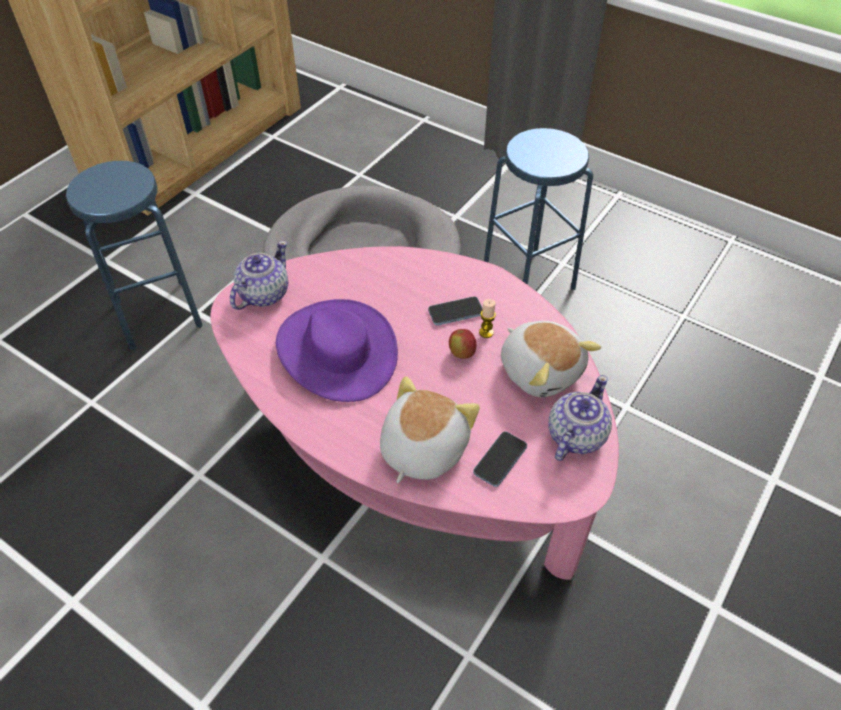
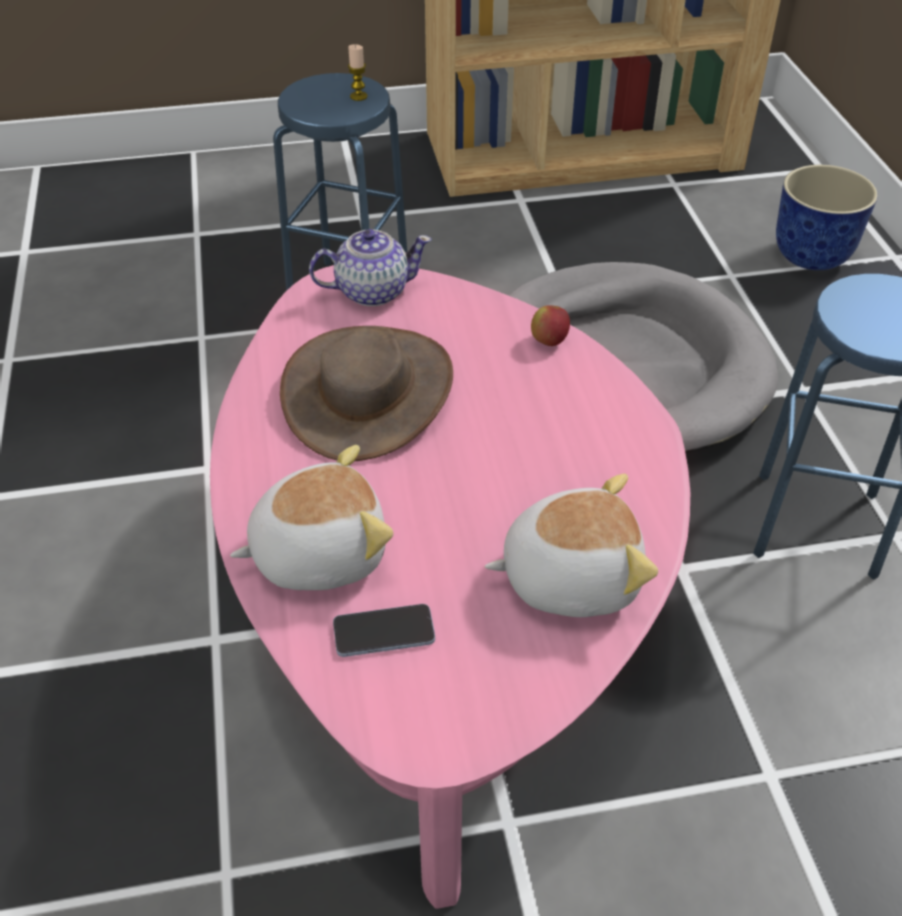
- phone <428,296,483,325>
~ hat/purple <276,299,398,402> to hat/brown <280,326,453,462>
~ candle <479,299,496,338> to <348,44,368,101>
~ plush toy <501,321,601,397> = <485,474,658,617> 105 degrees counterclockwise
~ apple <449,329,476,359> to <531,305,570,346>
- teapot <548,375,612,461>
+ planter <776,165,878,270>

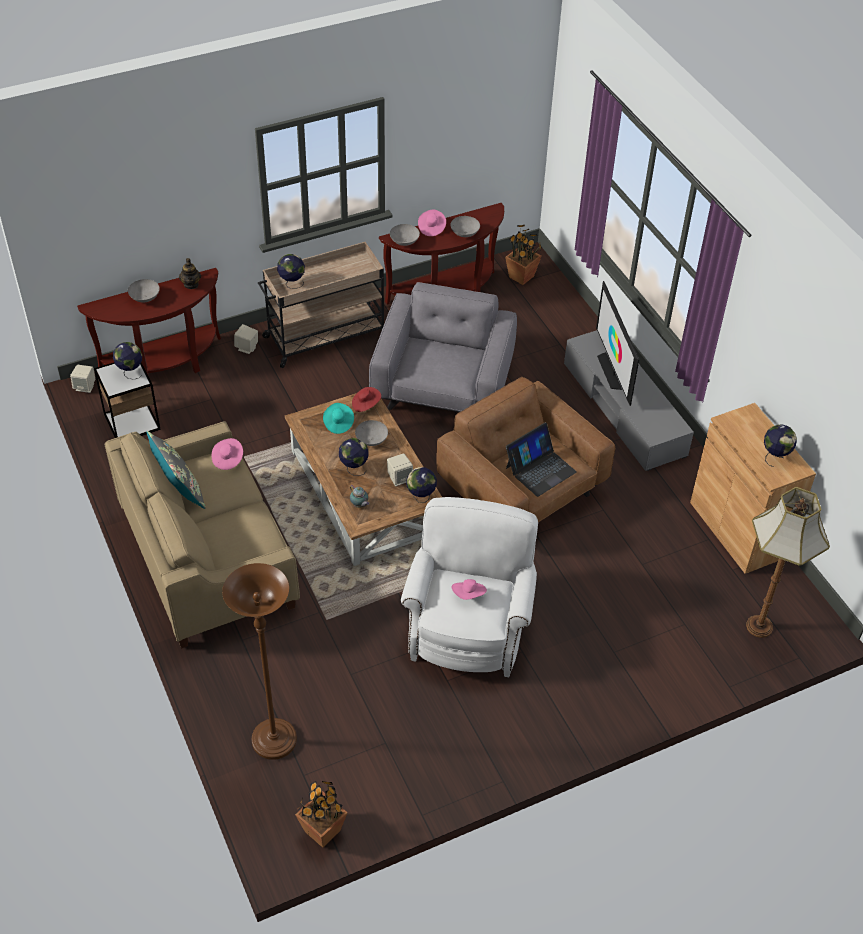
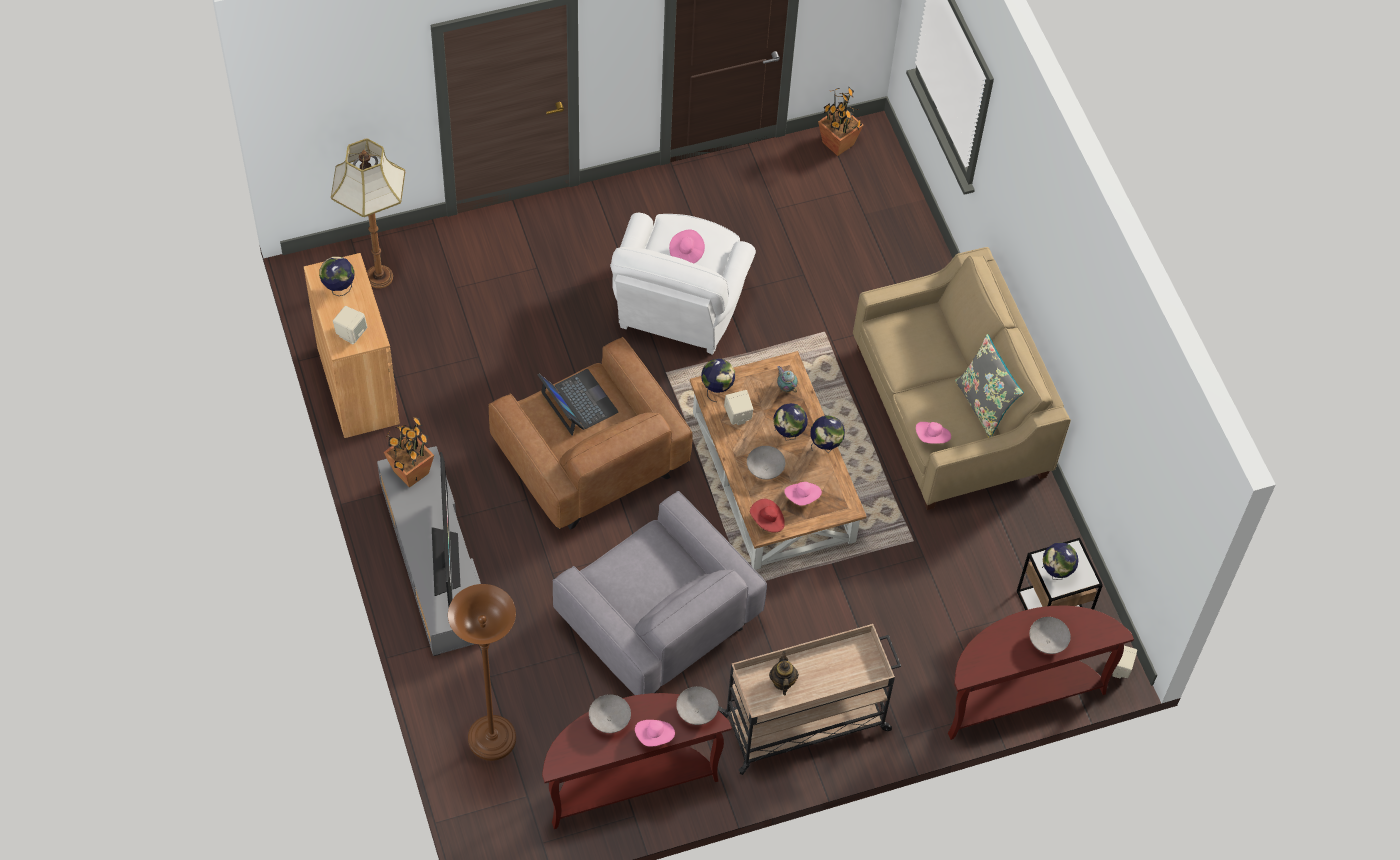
~ potted plant <505,225,542,285> to <384,417,434,488>
~ globe <277,254,305,289> to <811,416,845,453>
~ teapot <179,258,201,289> to <769,651,799,696>
~ armchair/grey <369,282,517,412> = <553,491,767,695> 60 degrees counterclockwise
~ speaker/beige <234,324,258,354> to <333,306,367,344>
~ hat/turquoise <323,403,354,434> to hat/pink <784,482,822,506>
~ laptop <506,423,577,497> = <538,369,618,436> 90 degrees clockwise
~ floor lamp/brown <222,563,297,760> to <448,584,516,761>

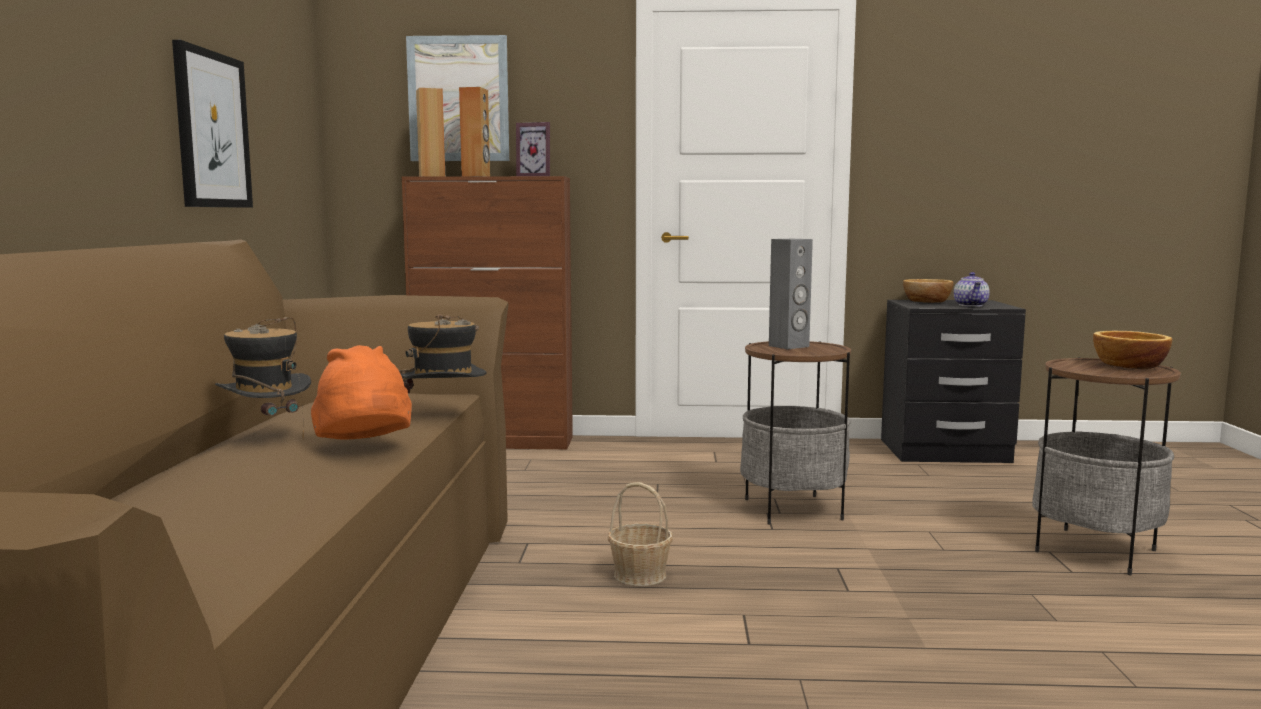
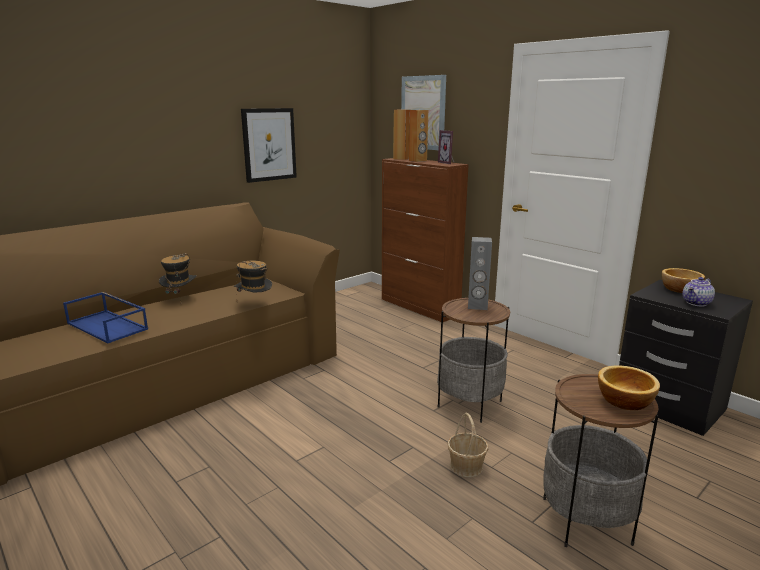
- hat/orange <311,345,412,439>
~ basket <608,482,673,586> to <447,413,489,477>
+ tray/blue <63,292,148,343>

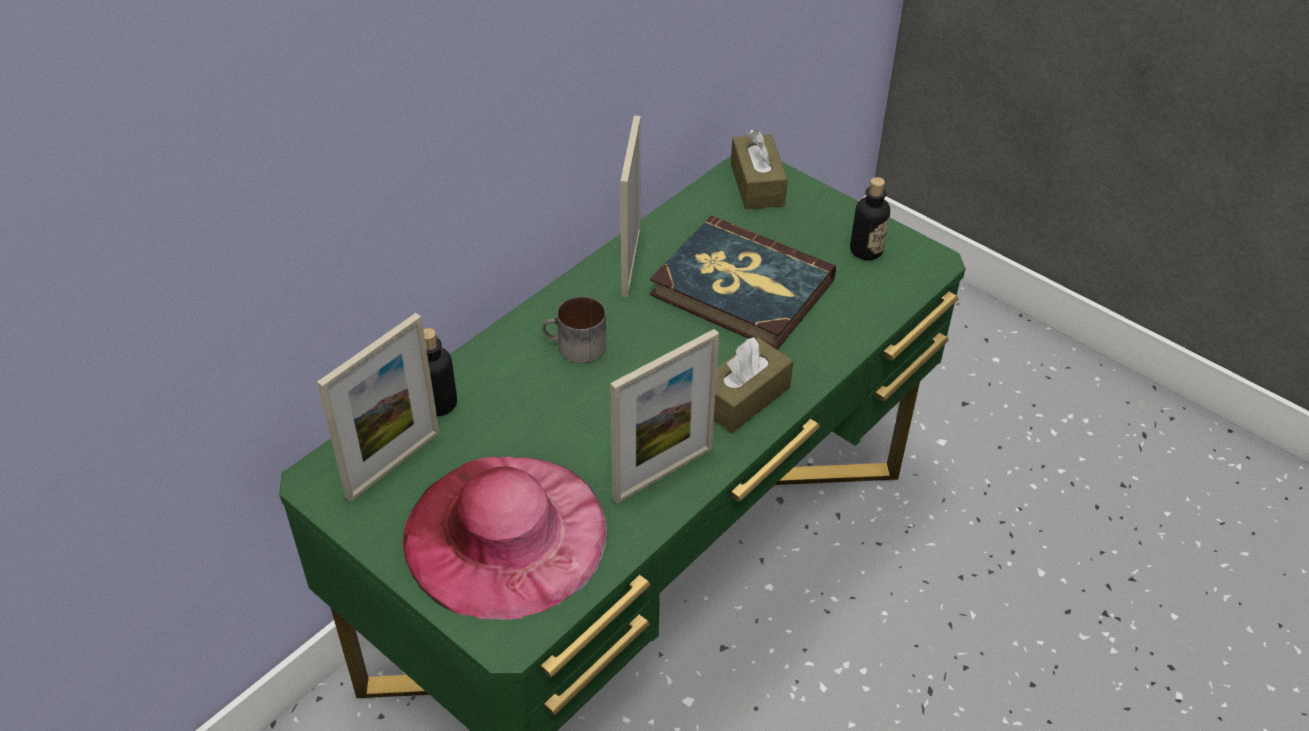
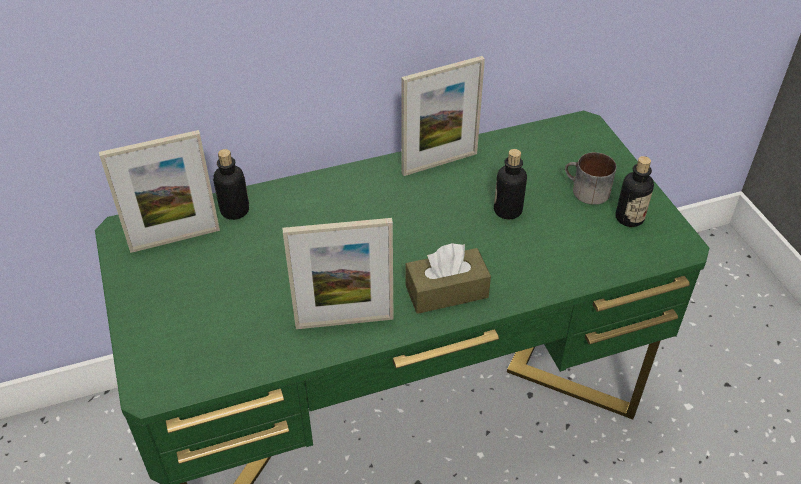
~ picture frame <620,116,641,297> = <401,56,485,176> 150 degrees counterclockwise
- tissue box/brown <731,130,788,209>
~ book <650,216,836,350> to bottle <494,149,527,219>
~ mug <541,296,606,363> to <565,152,616,205>
- hat/pink <403,457,607,620>

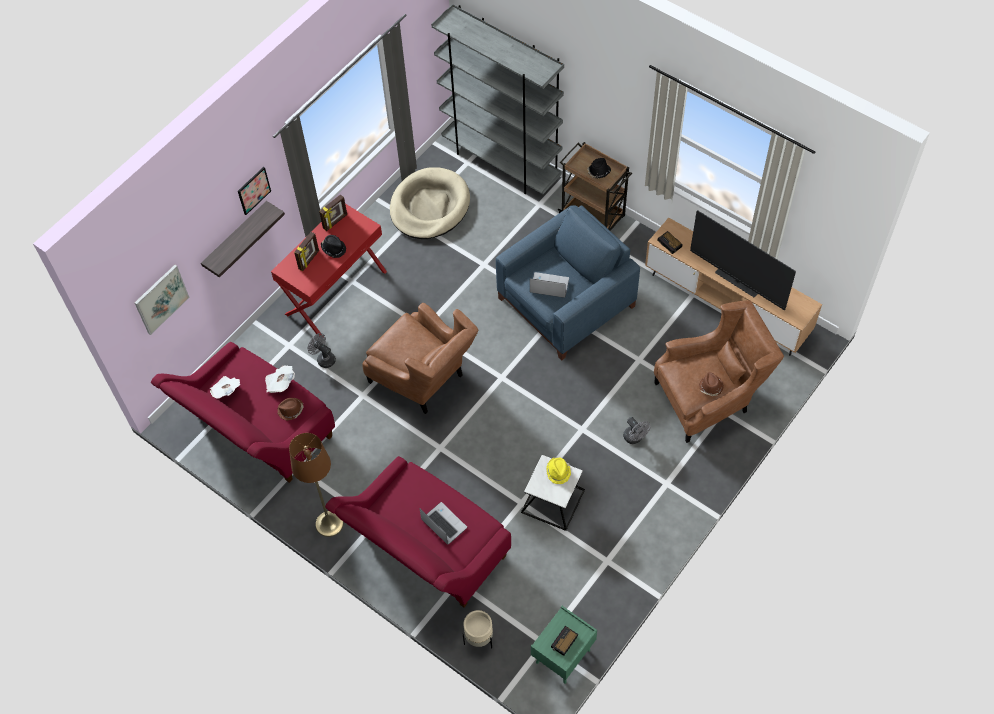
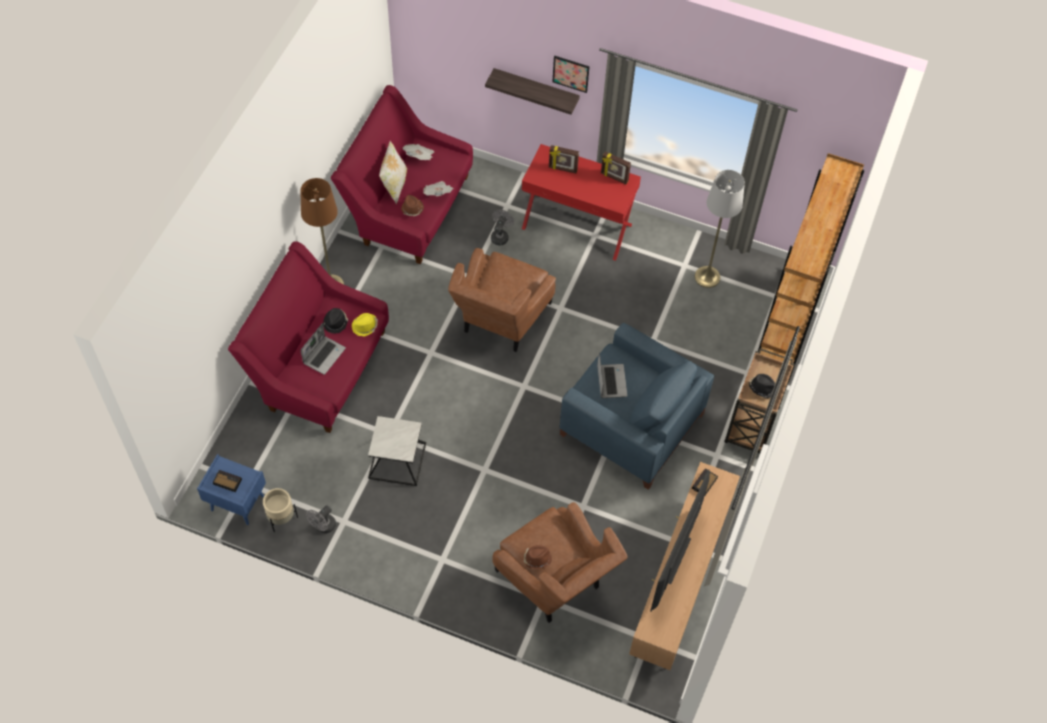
~ bookcase/grey <431,4,564,194> to bookcase/brown <758,153,864,381>
~ dog bed/beige <390,167,470,239> to floor lamp/grey <695,170,745,288>
~ hat/black <321,235,346,258> to <323,308,348,334>
- picture <134,265,190,335>
~ fan/grey <623,417,651,444> to <306,505,336,534>
~ hat/yellow <546,457,571,484> to <352,313,378,336>
~ nightstand/green <531,606,597,684> to nightstand/blue <197,454,266,525>
~ planter/beige <463,610,493,649> to <263,488,298,532>
+ pillow <379,141,407,205>

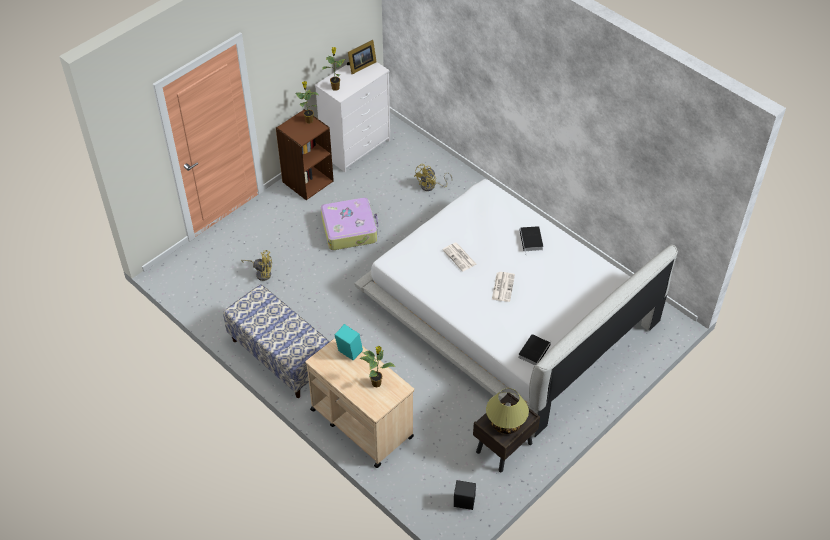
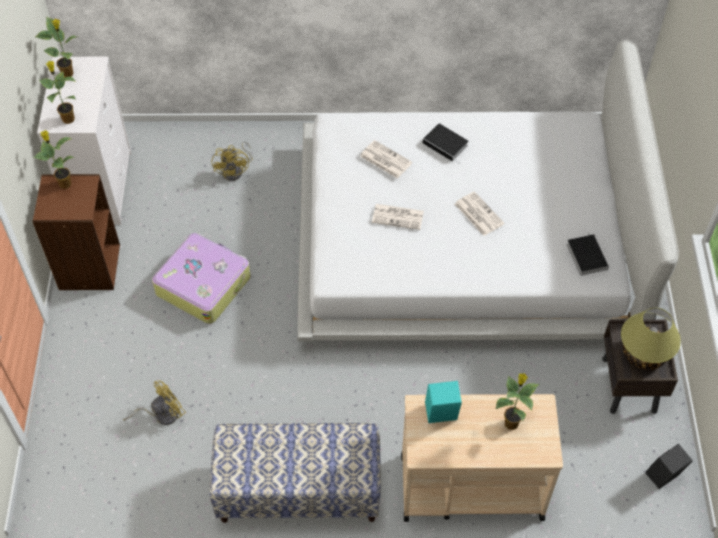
~ picture frame <347,40,377,74> to potted plant <36,17,77,77>
+ newspaper <360,140,412,179>

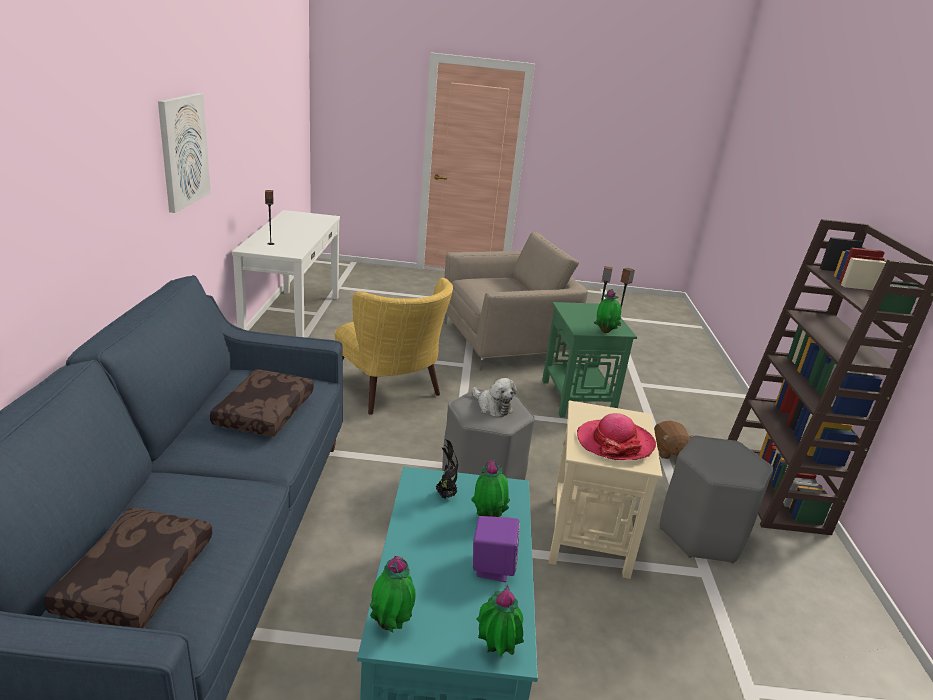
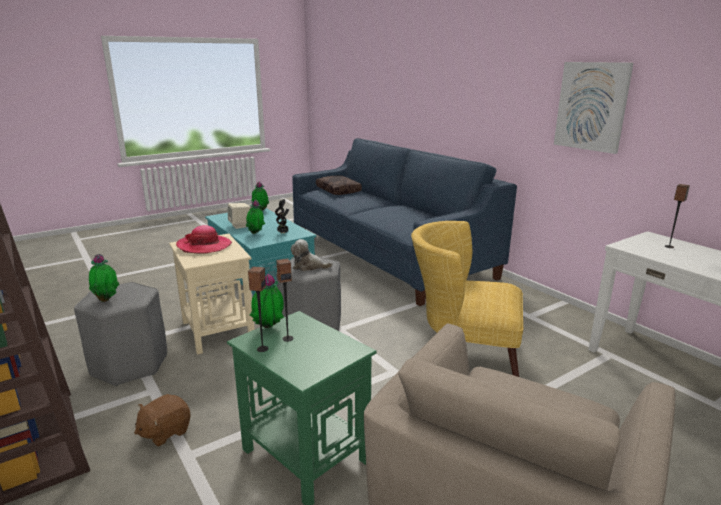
- pillow/brown <210,369,314,436>
~ plush toy/brown <654,421,693,459> = <134,394,191,446> 90 degrees counterclockwise
~ speaker/purple <473,516,520,582> to speaker/beige <228,203,251,229>
~ potted plant <477,584,524,657> to <89,254,119,302>

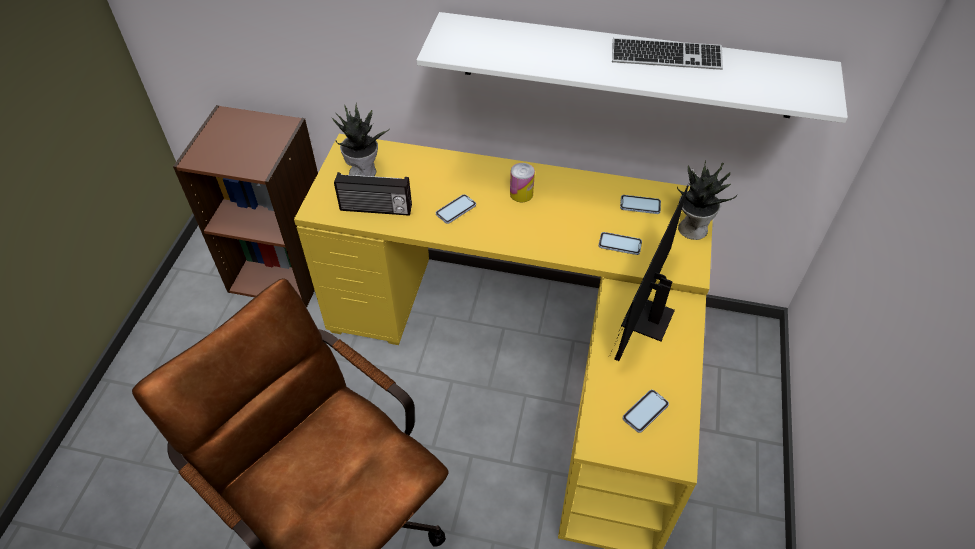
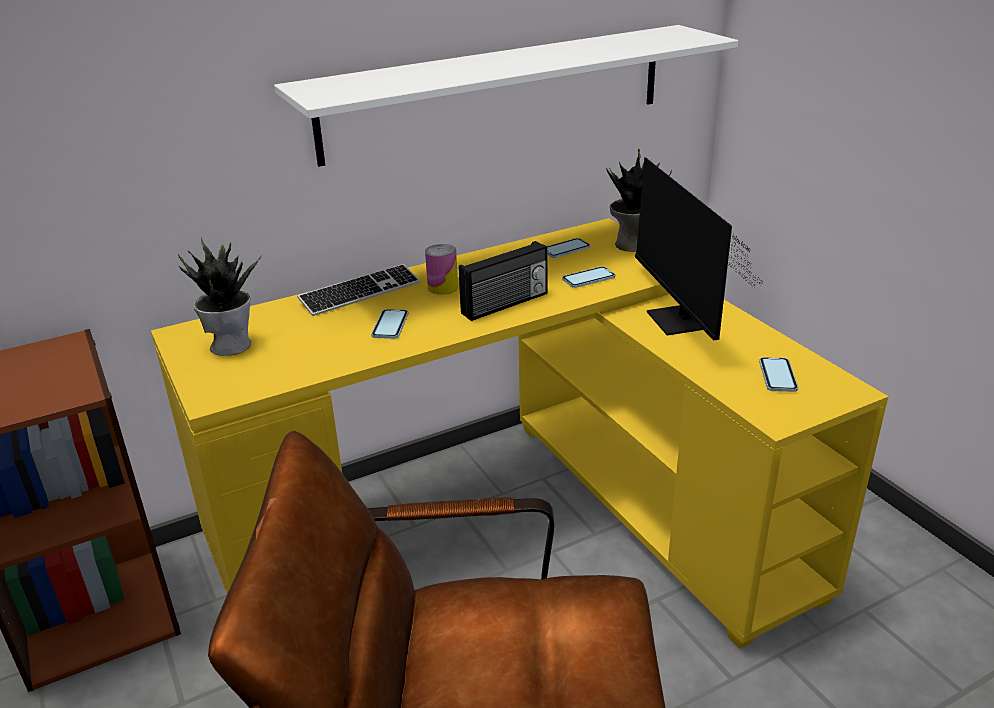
~ keyboard <612,38,723,70> to <297,264,420,316>
~ radio <334,172,412,216> to <459,241,548,321>

